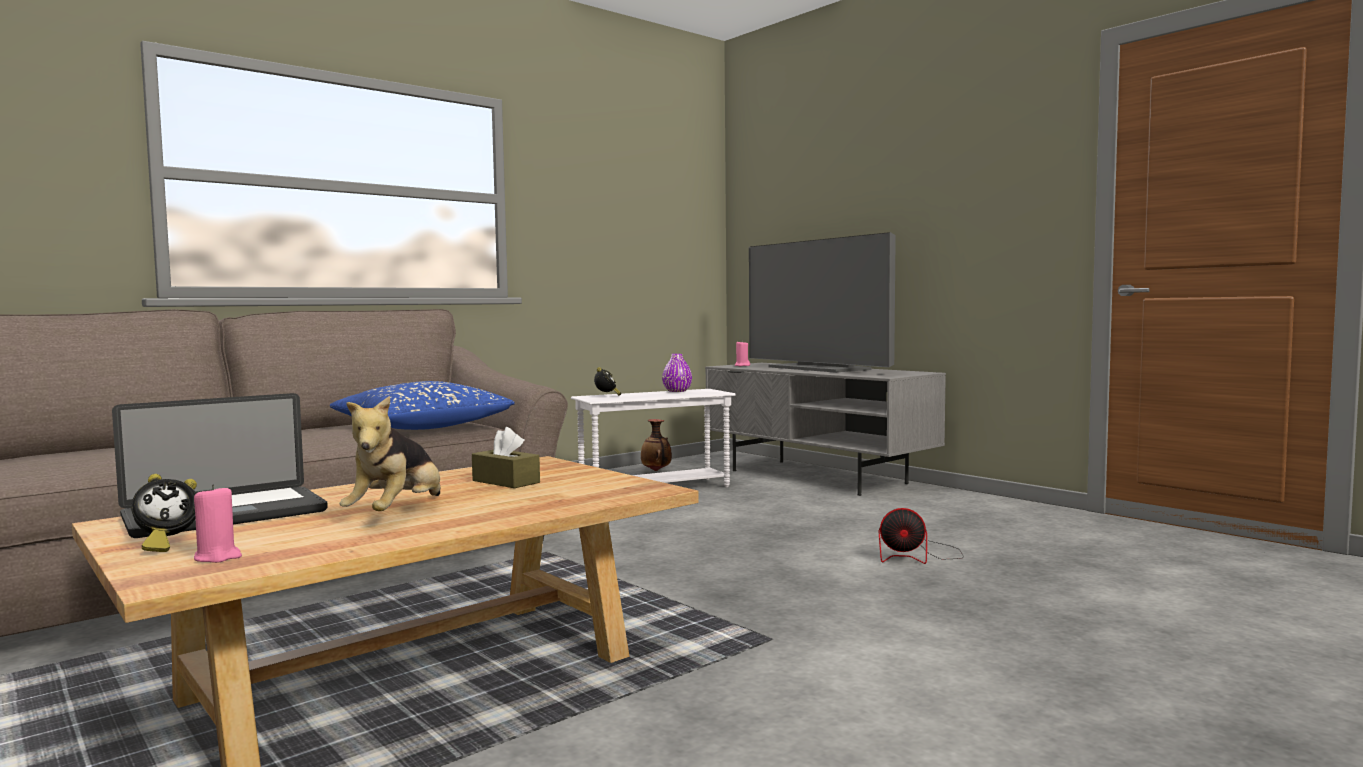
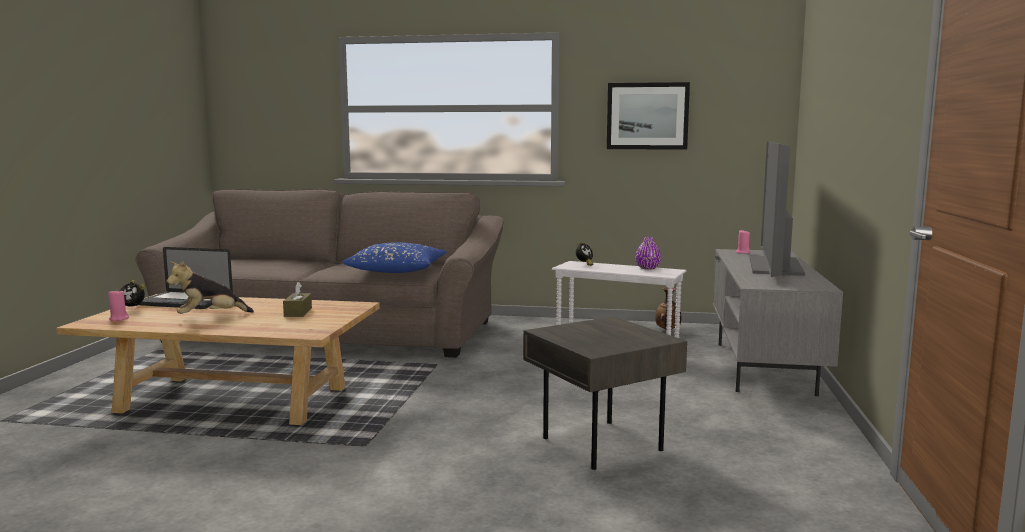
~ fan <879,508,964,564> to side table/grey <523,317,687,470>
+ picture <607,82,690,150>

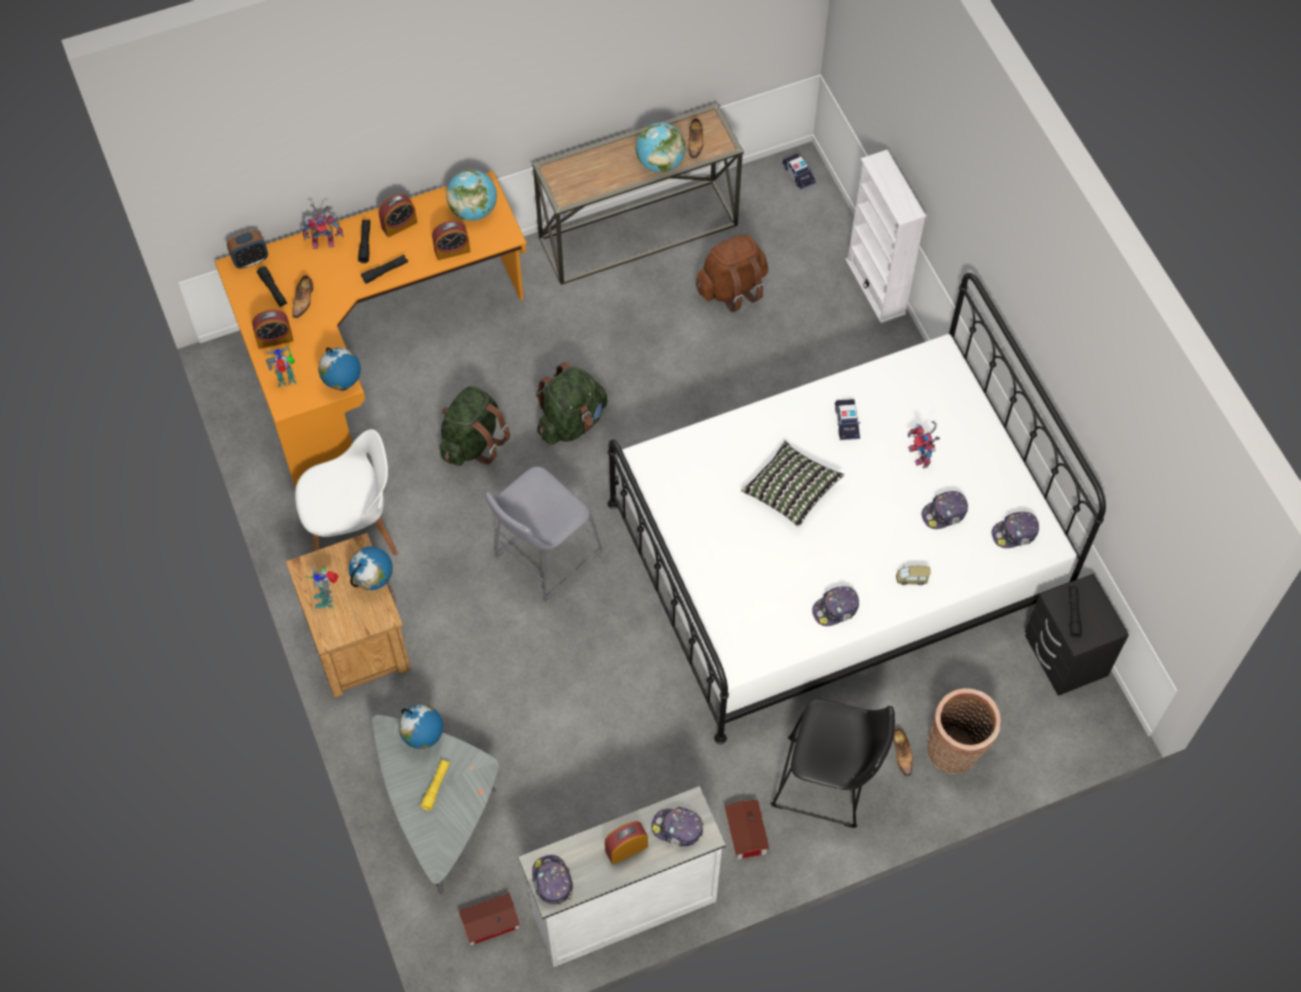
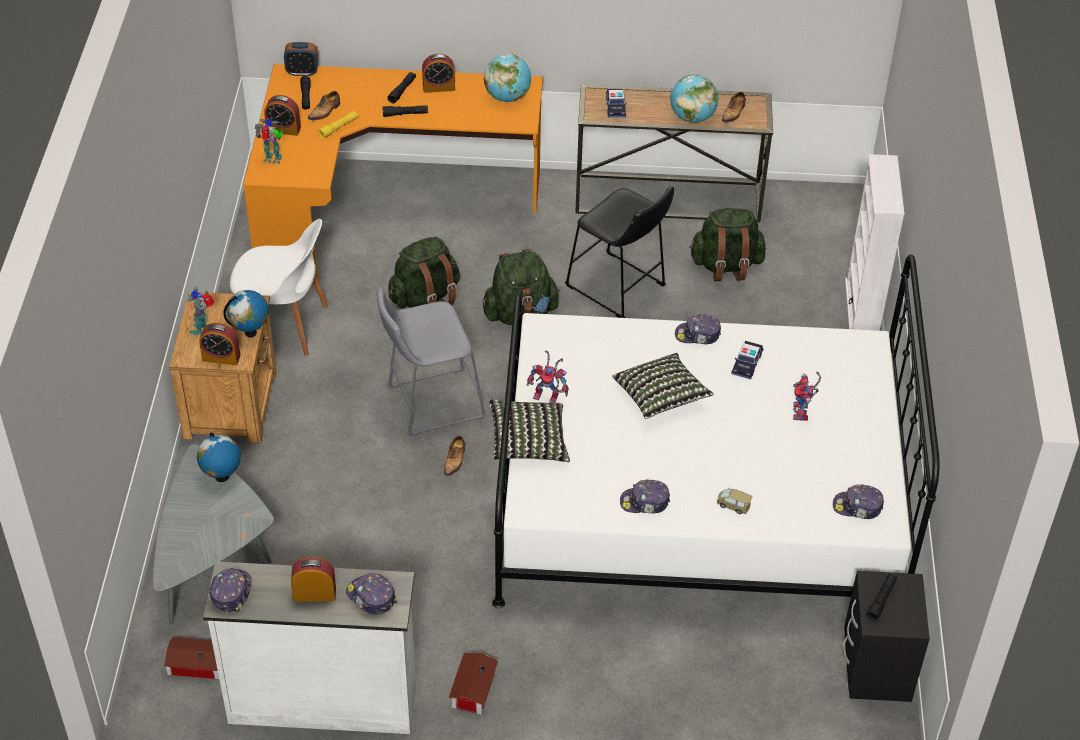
~ toy car <782,154,816,190> to <606,89,627,118>
~ toy robot <303,204,344,249> to <527,350,569,403>
~ alarm clock <432,220,470,260> to <199,323,241,365>
~ backpack/brown <696,235,768,312> to backpack/green <689,208,766,281>
- globe <318,348,361,391>
~ cap <922,491,968,529> to <675,314,721,344>
- basket <927,688,1001,774>
~ stool/black <770,699,895,828> to <565,186,674,318>
~ shoe <893,728,913,776> to <444,436,465,476>
~ flashlight/yellow <420,759,450,811> to <318,111,359,139>
+ pillow <489,399,570,462>

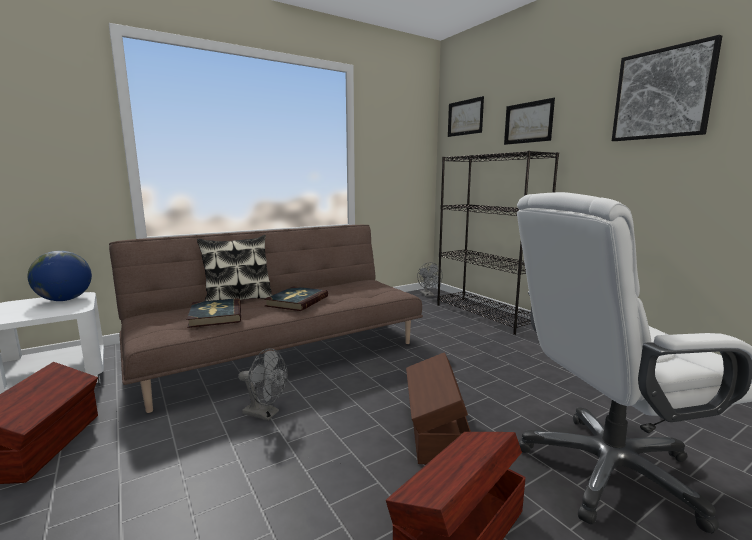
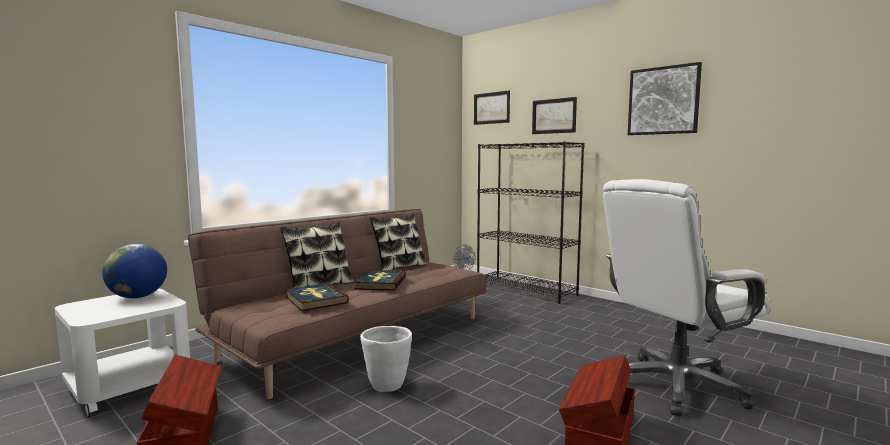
~ fan/grey <238,348,288,420> to planter/white <360,326,412,392>
- storage box/brown <406,352,471,464>
+ pillow <369,213,426,271>

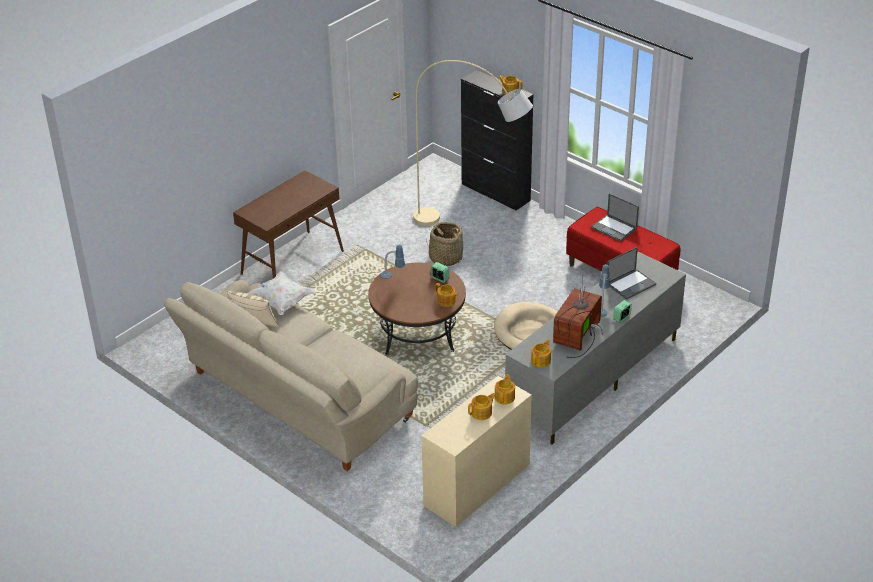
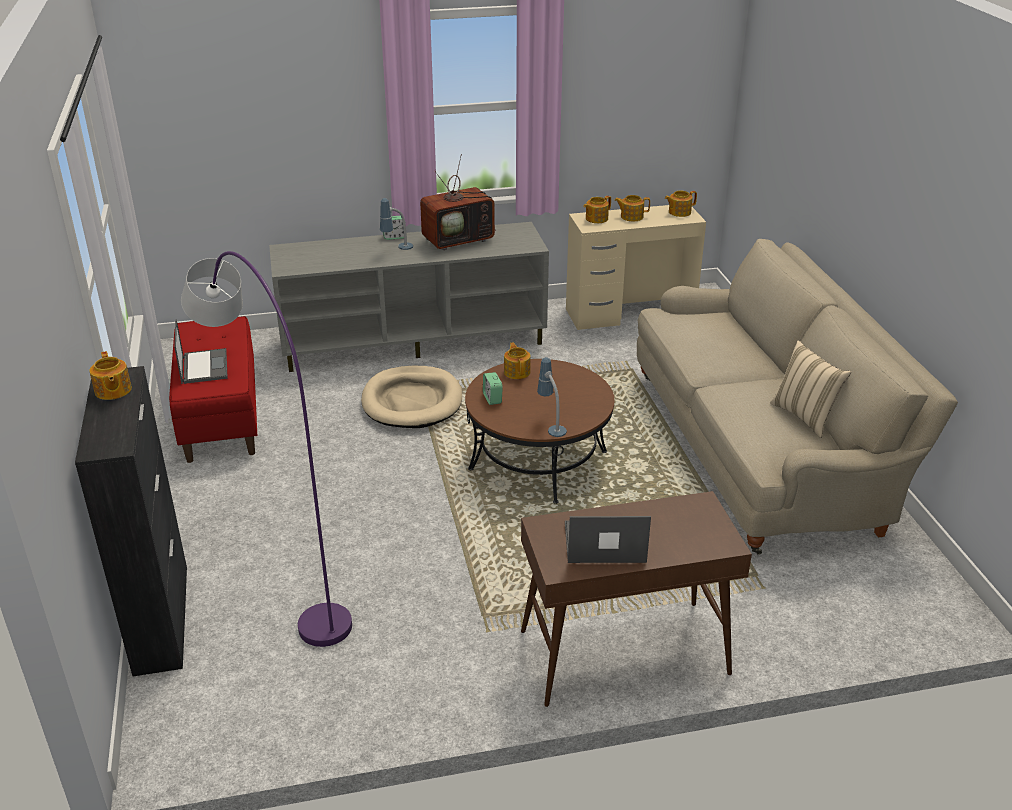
~ floor lamp/beige <413,60,533,226> to floor lamp/purple <181,251,352,647>
- basket <426,222,463,266>
~ laptop <607,247,656,300> to <565,516,651,563>
- pillow/white <247,271,316,315>
~ teapot <531,339,551,368> to <665,191,697,217>

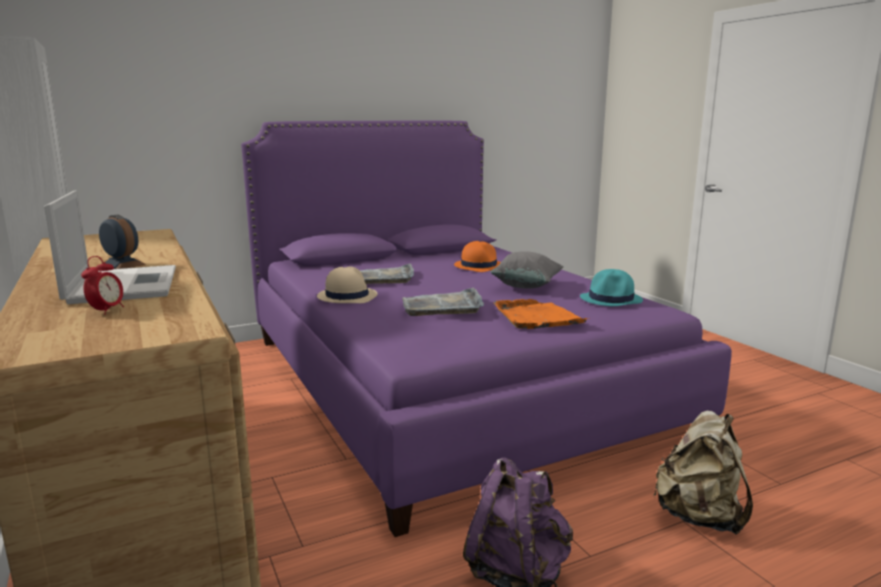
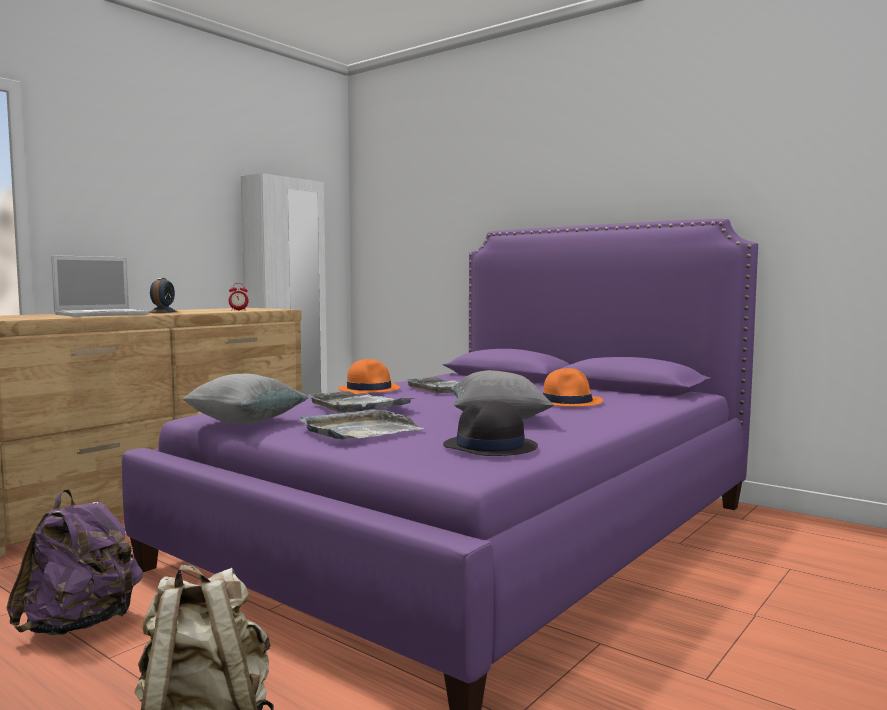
~ alarm clock <81,256,124,315> to <229,283,249,311>
~ hat/beige <317,266,378,303> to hat/orange <338,359,400,394>
~ hat/turquoise <580,269,643,306> to hat/black <443,400,538,456>
~ tray/orange <494,299,589,329> to tray/grey <299,409,424,440>
+ pillow/grey <182,374,309,424>

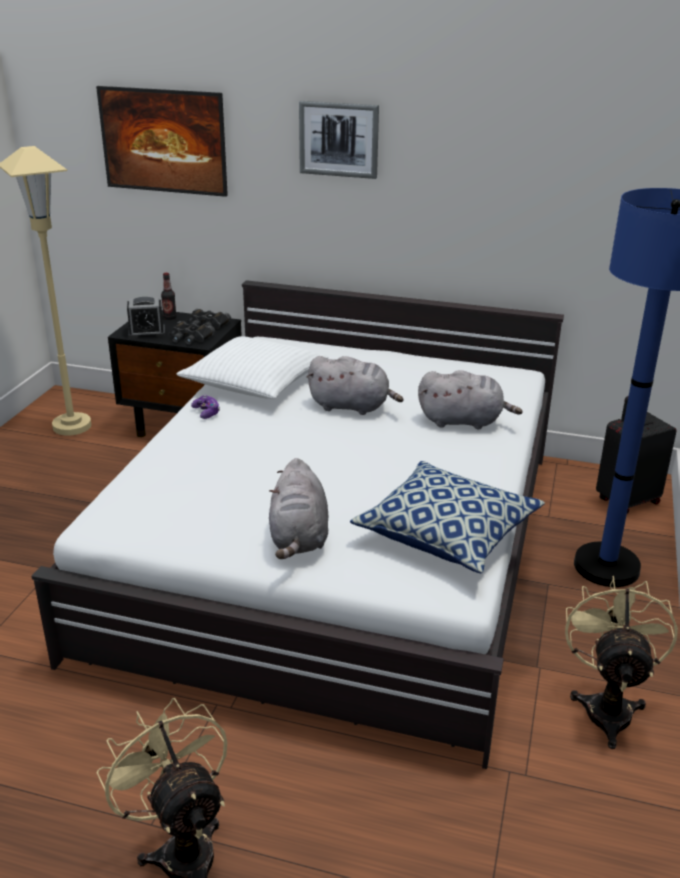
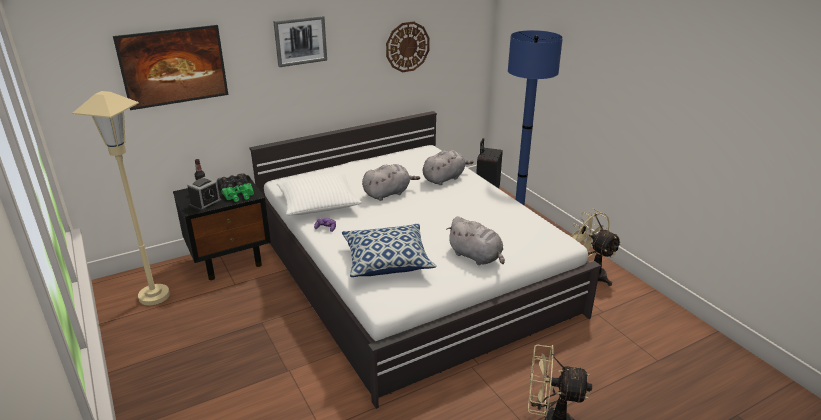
~ binoculars/black <168,321,215,345> to binoculars/green <221,183,254,202>
~ pillow <350,461,545,573> to <342,224,437,277>
+ wall clock <386,21,430,72>

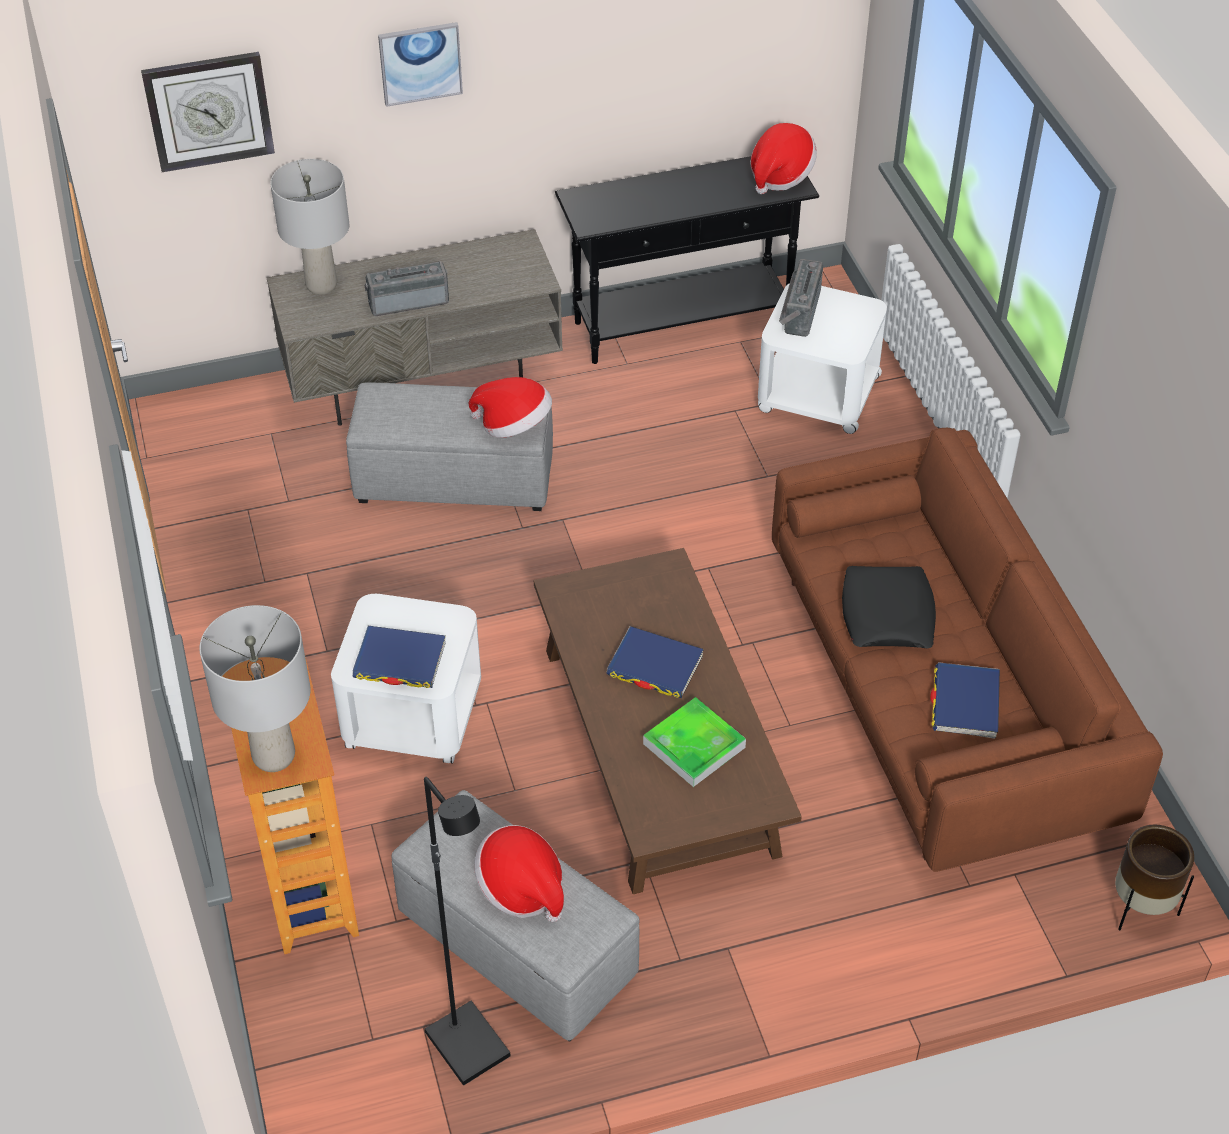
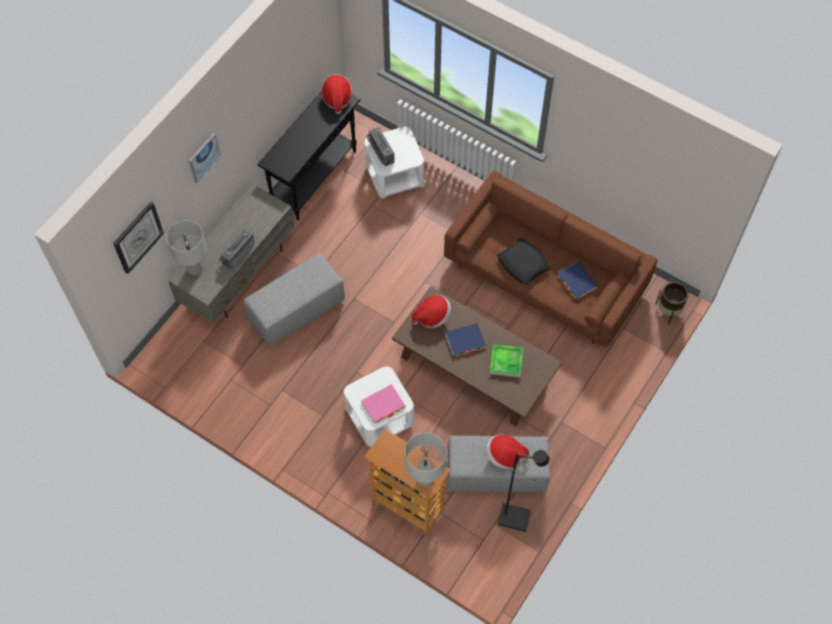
~ hat <469,377,552,438> to <412,295,451,328>
~ book/blue <353,626,446,688> to book/pink <361,384,406,424>

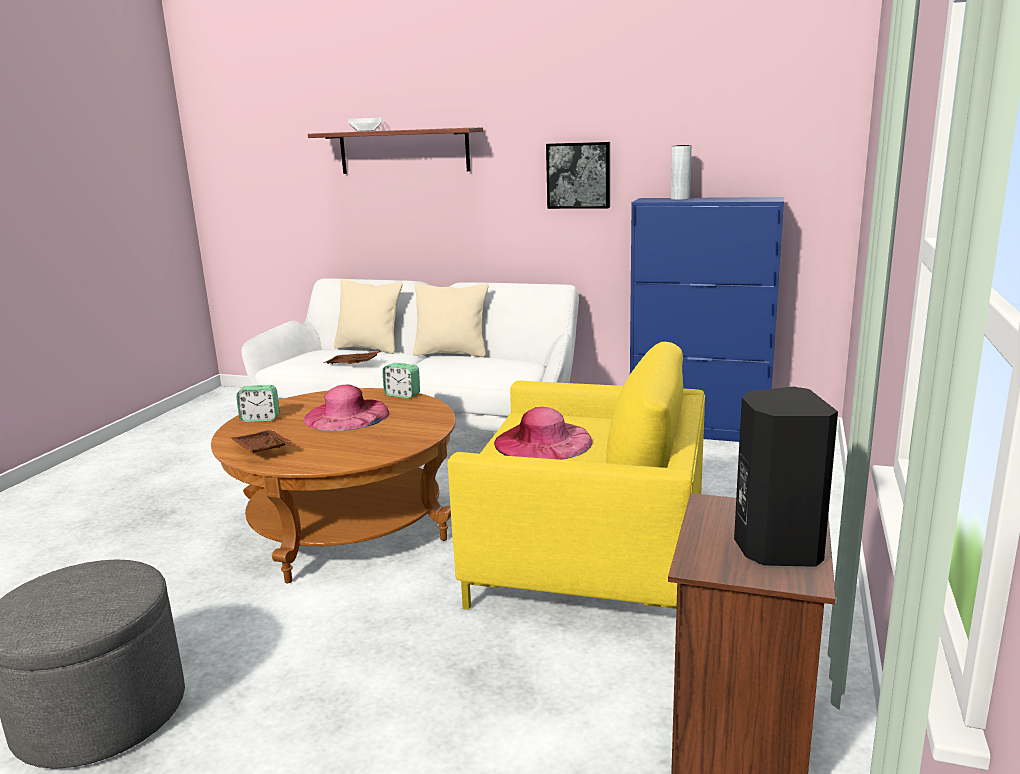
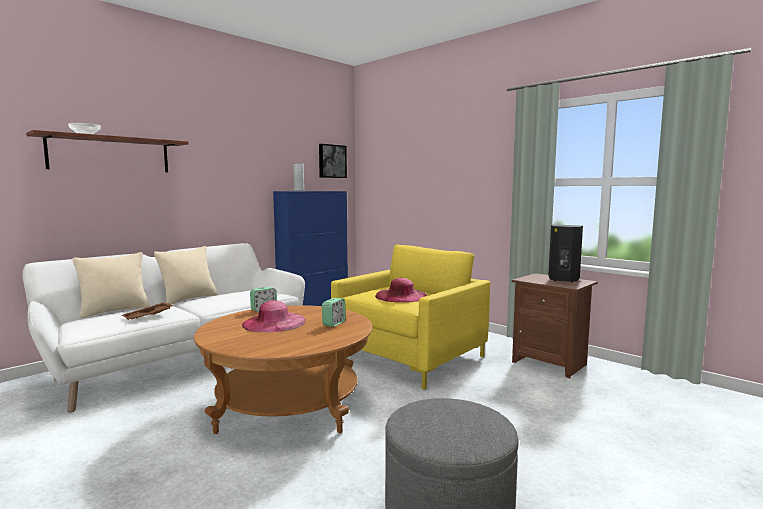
~ picture <546,142,610,209> to <319,144,347,178>
~ alarm clock <236,385,279,422> to <322,298,346,327>
- tray/brown <231,430,291,452>

